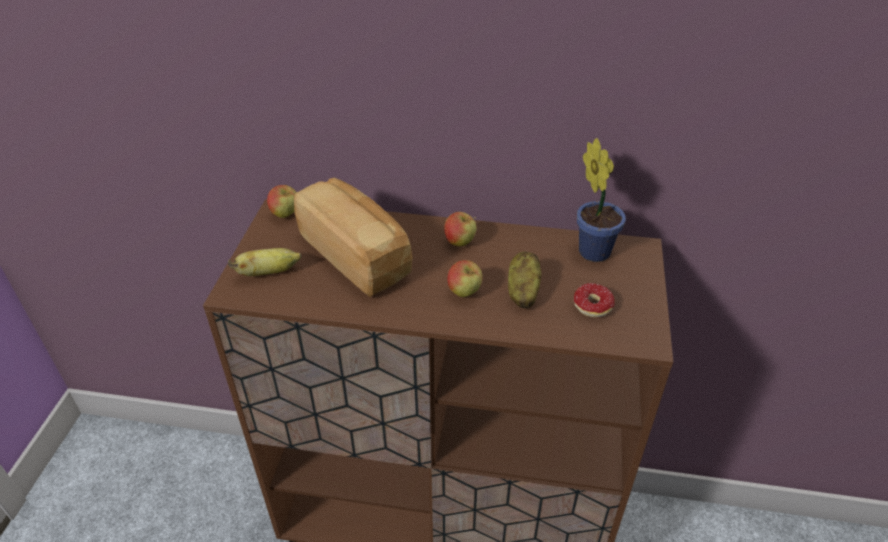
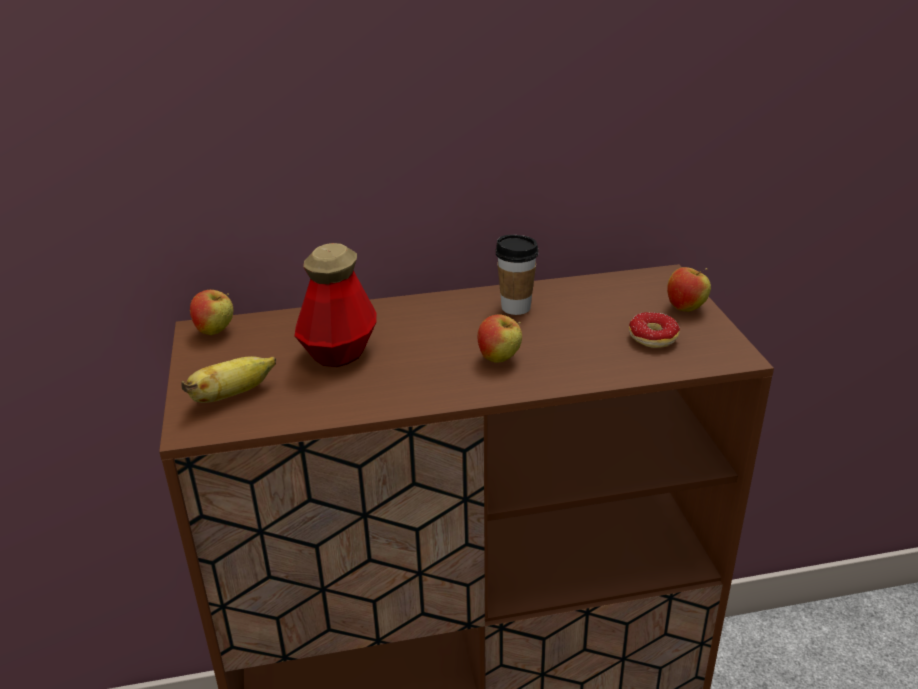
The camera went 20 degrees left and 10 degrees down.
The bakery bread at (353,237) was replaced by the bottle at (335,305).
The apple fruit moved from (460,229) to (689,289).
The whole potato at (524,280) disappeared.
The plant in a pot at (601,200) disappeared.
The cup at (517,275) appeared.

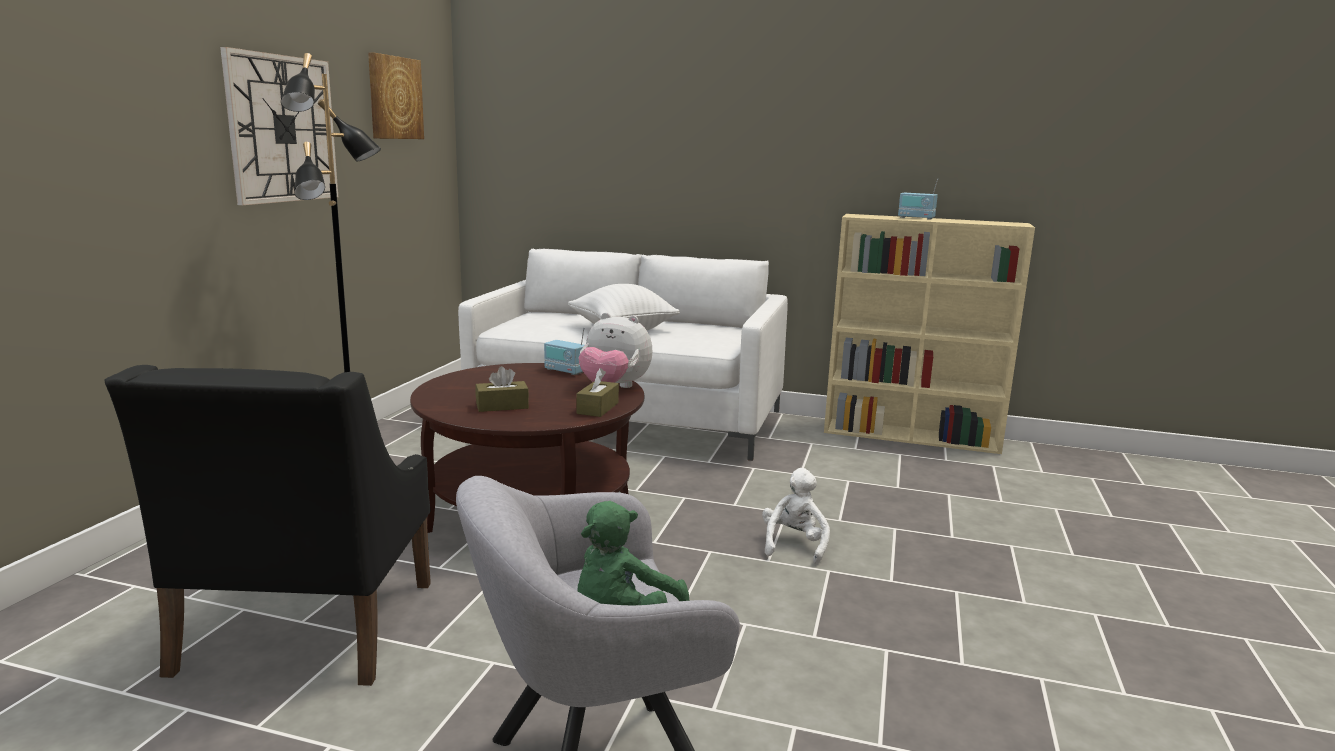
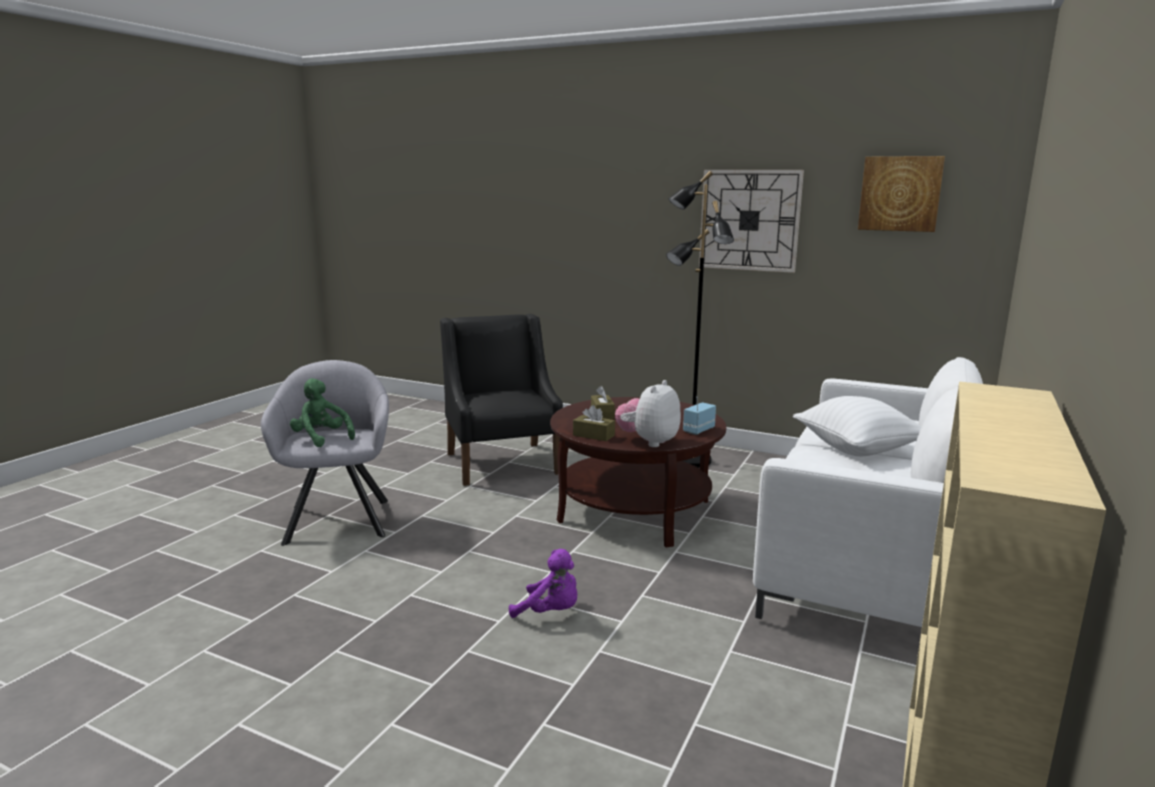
The camera went 100 degrees right and 0 degrees up.
The black lounge chair at (268,525) turned 60 degrees clockwise.
The white cuddly toy at (796,516) became the purple cuddly toy at (543,583).
The radio set at (918,199) disappeared.

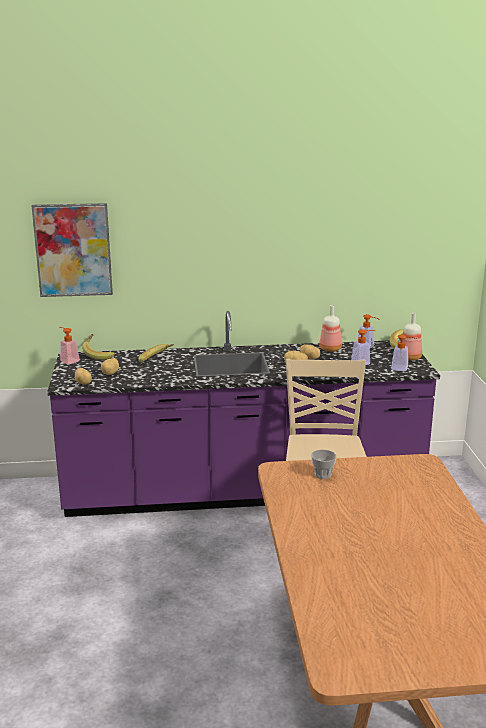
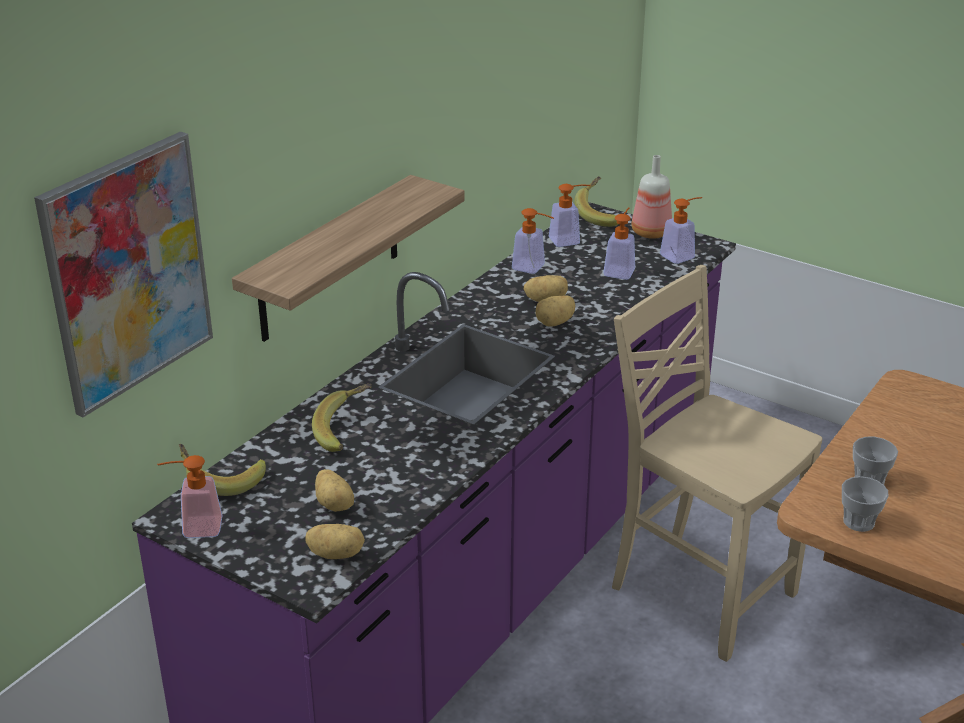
The camera went 50 degrees left and 10 degrees up.
The bottle at (330,328) was replaced by the soap bottle at (533,241).
The wall shelf at (348,258) appeared.
The cup at (865,504) appeared.

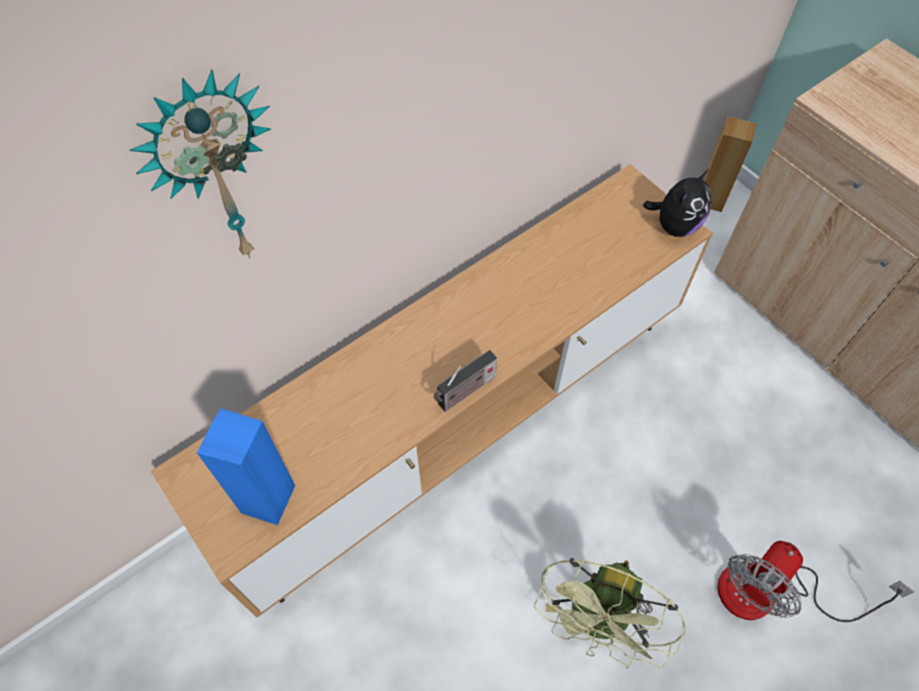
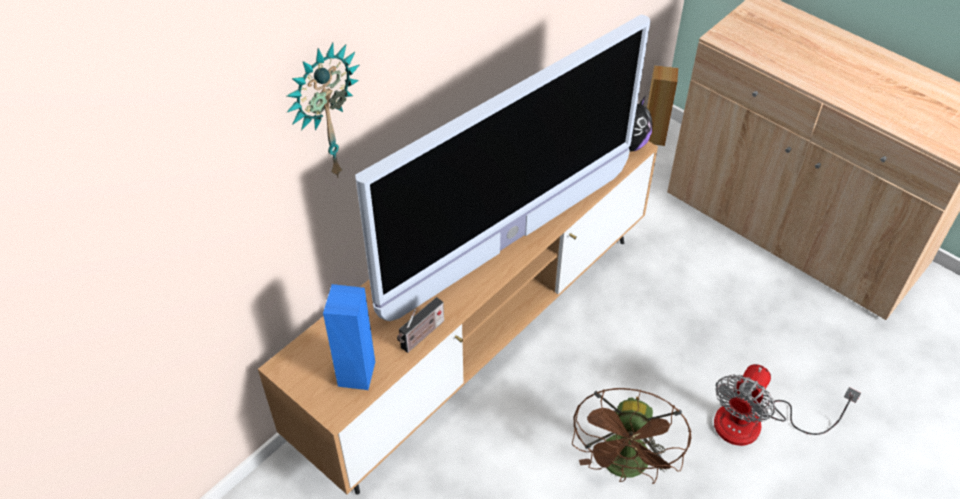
The camera went 10 degrees left and 10 degrees down.
The radio set moved from (465,381) to (420,325).
The green-coloured electric fan at (610,613) became the brown-coloured electric fan at (631,436).
The TV at (502,168) appeared.

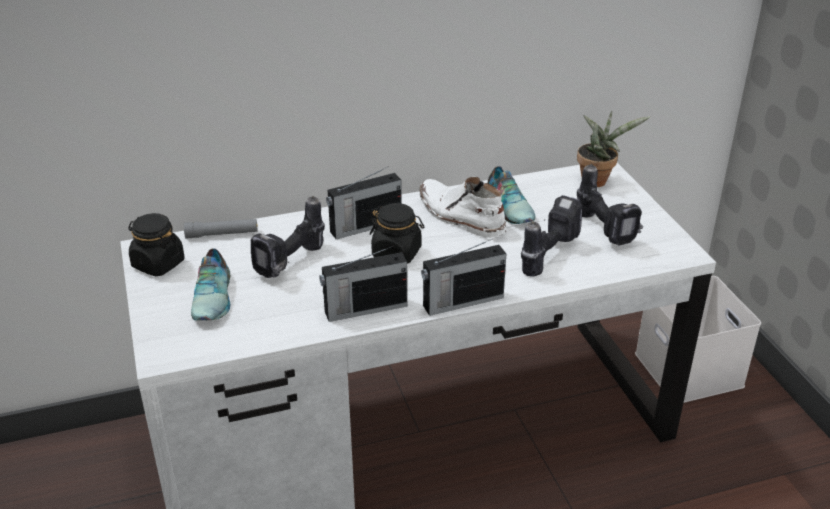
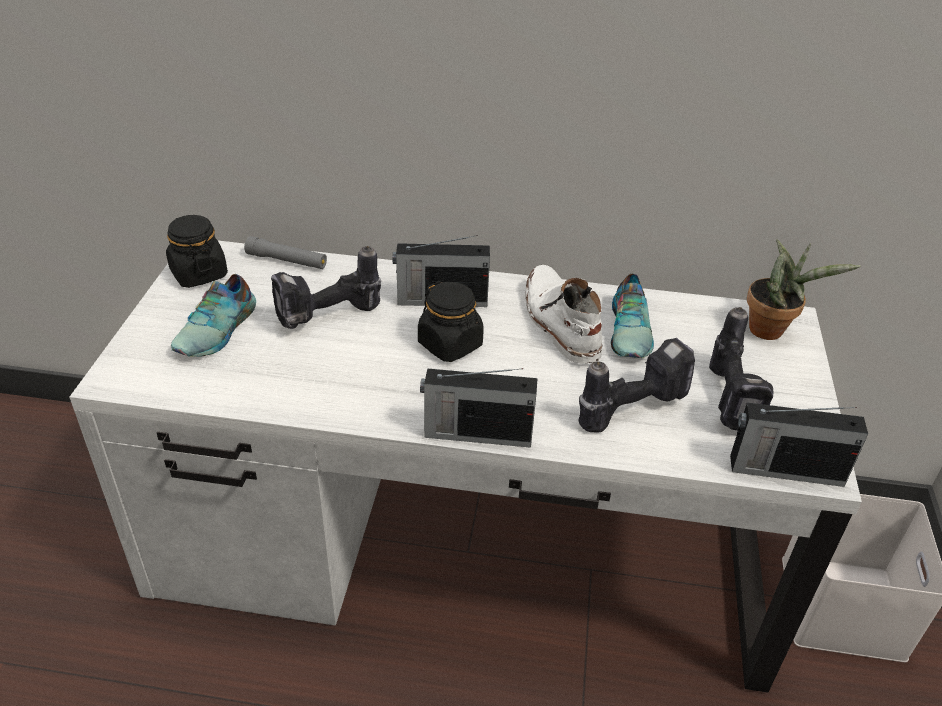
The camera went 25 degrees right and 5 degrees up.
The radio set moved from (363,284) to (799,445).

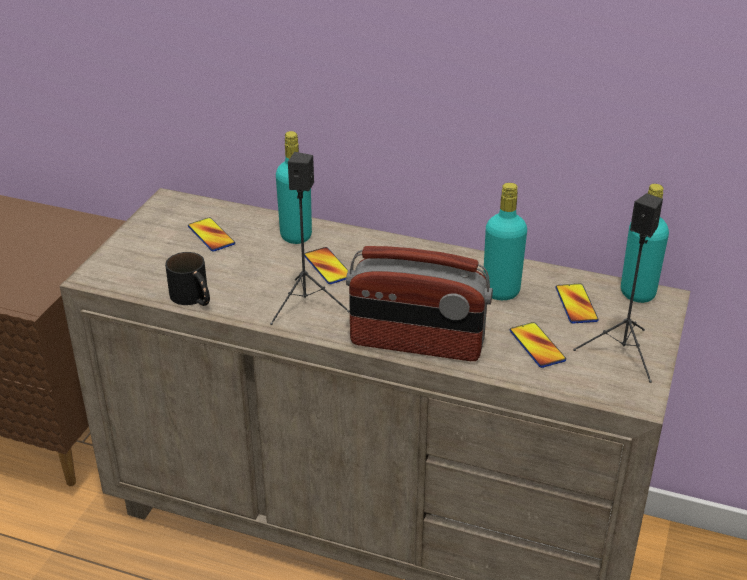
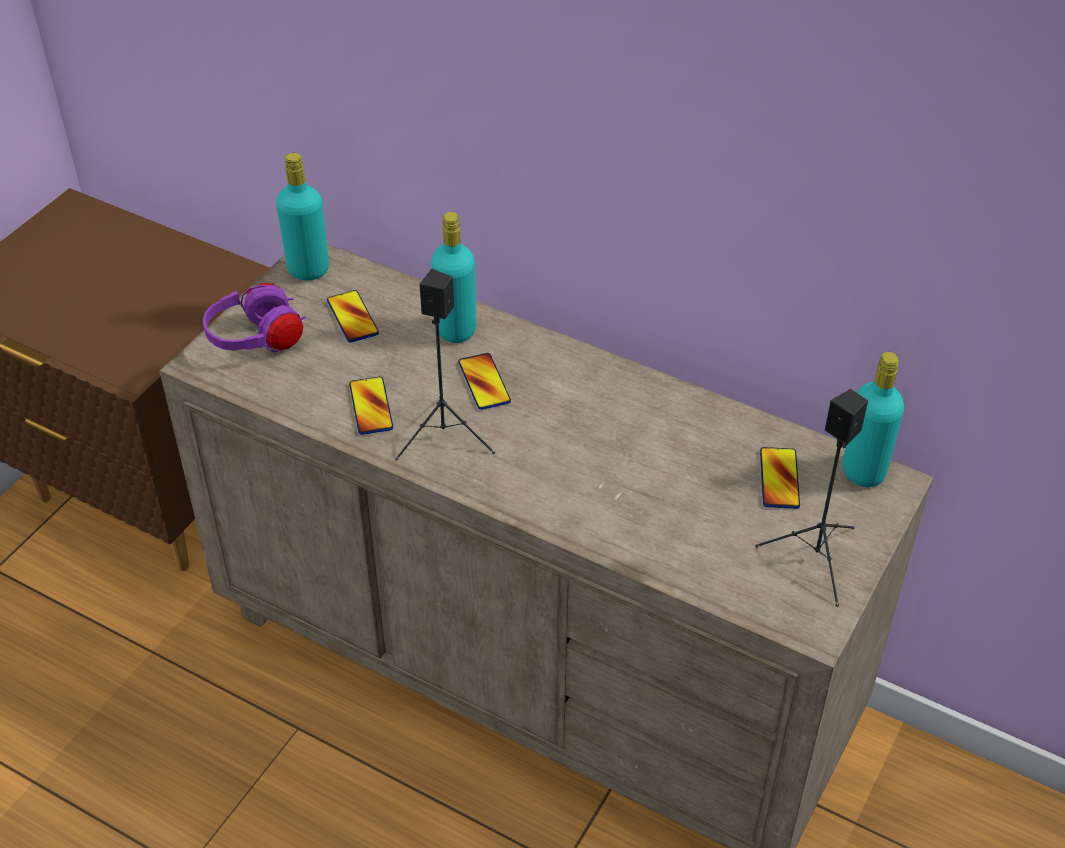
The camera went 10 degrees right and 10 degrees up.
The black coffee mug at (187,279) disappeared.
The radio set at (419,303) disappeared.
The turquoise bottle moved from (505,241) to (302,216).
The telephone moved from (538,345) to (371,406).
The purple headset at (254,317) appeared.

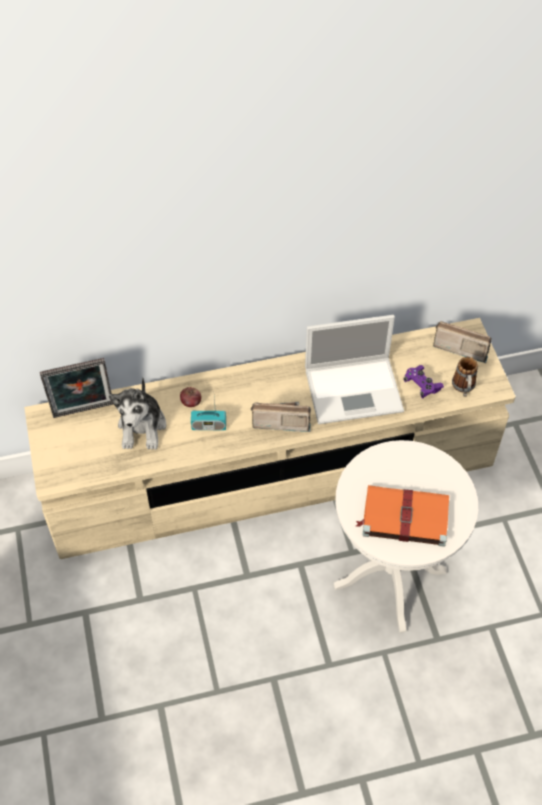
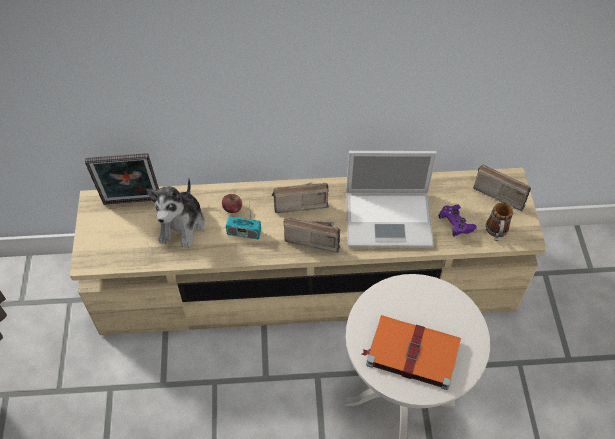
The camera went 10 degrees right and 0 degrees up.
The radio set at (300,197) appeared.

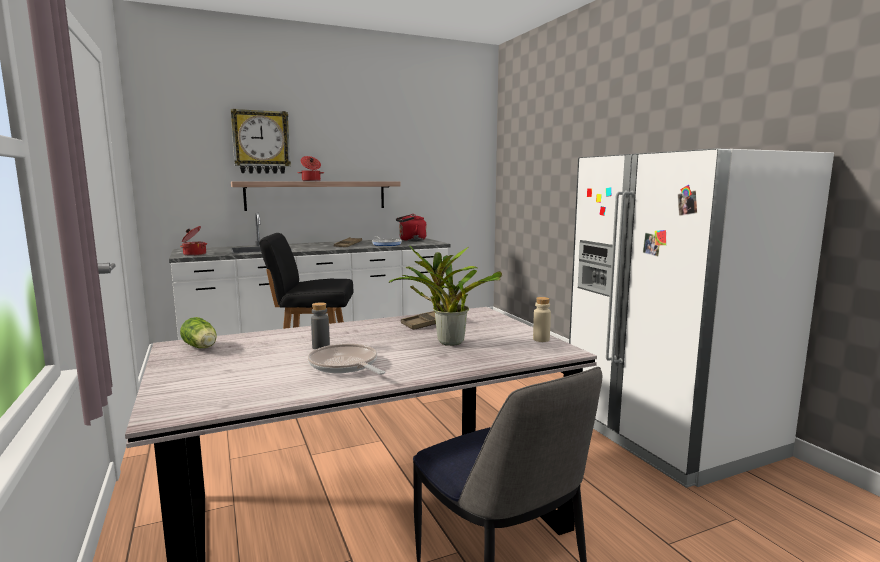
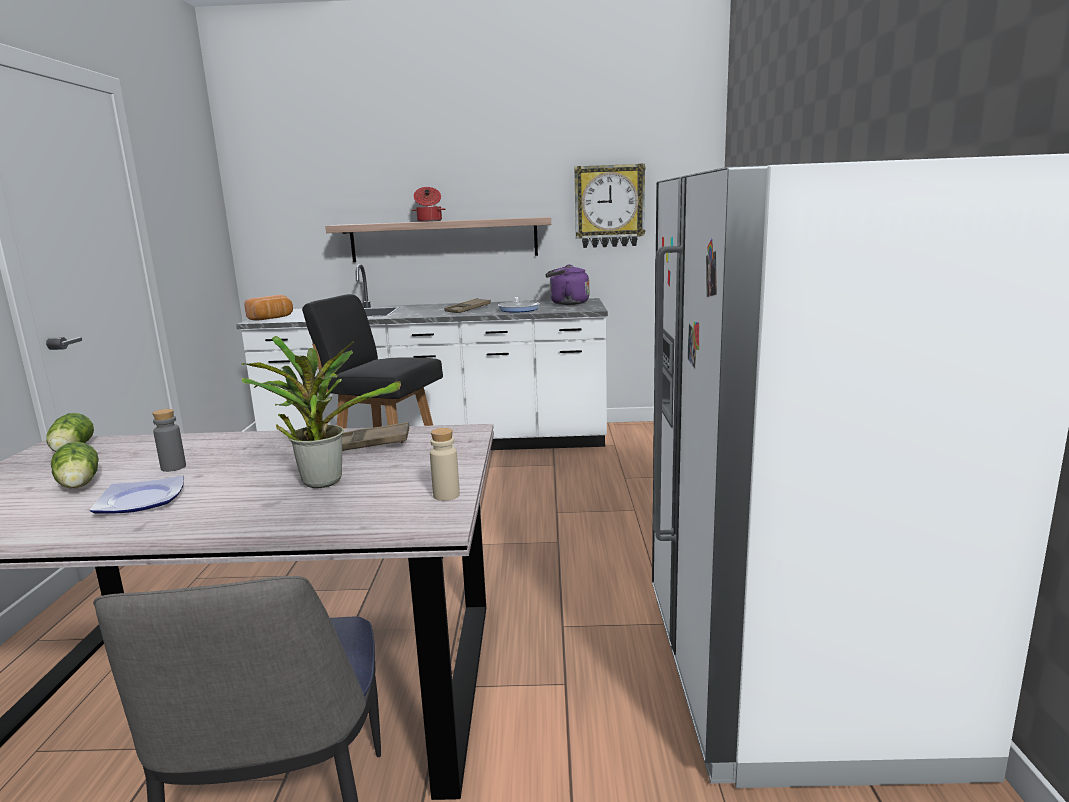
The camera went 25 degrees right and 5 degrees up.
The saucepot at (193,241) was replaced by the bakery bread at (268,308).
The wall clock moved from (261,141) to (610,206).
The pan at (346,359) was replaced by the flat dish at (137,494).
The reddish water kettle at (411,227) became the purple water kettle at (567,284).
The head of lettuce at (75,465) appeared.

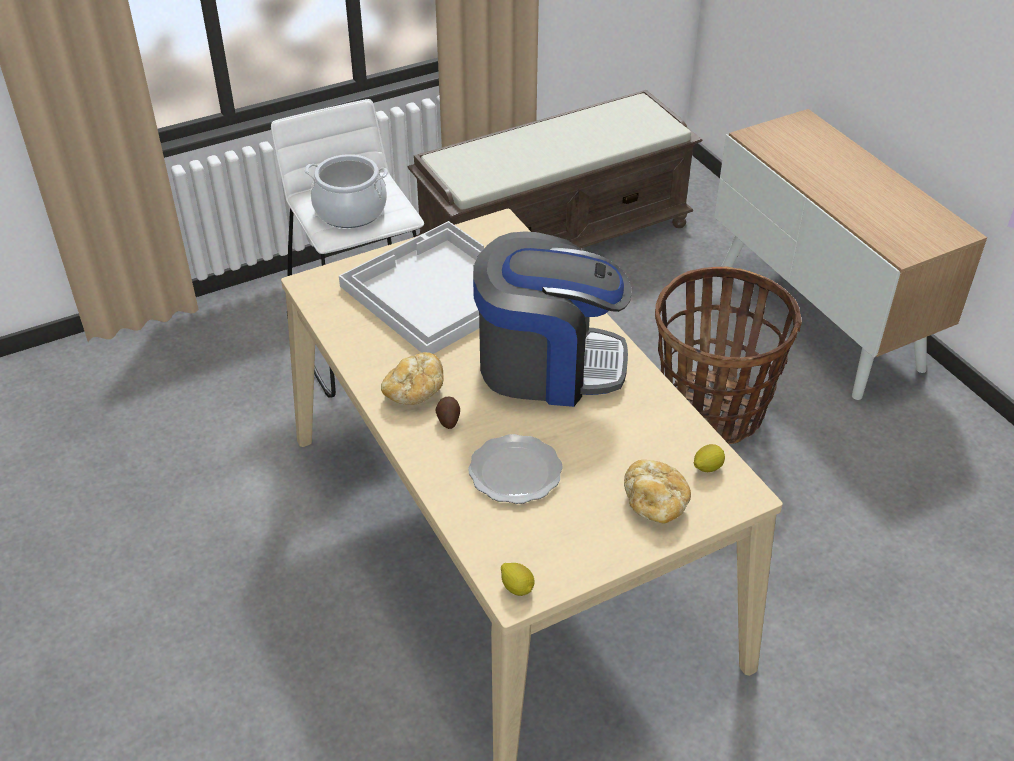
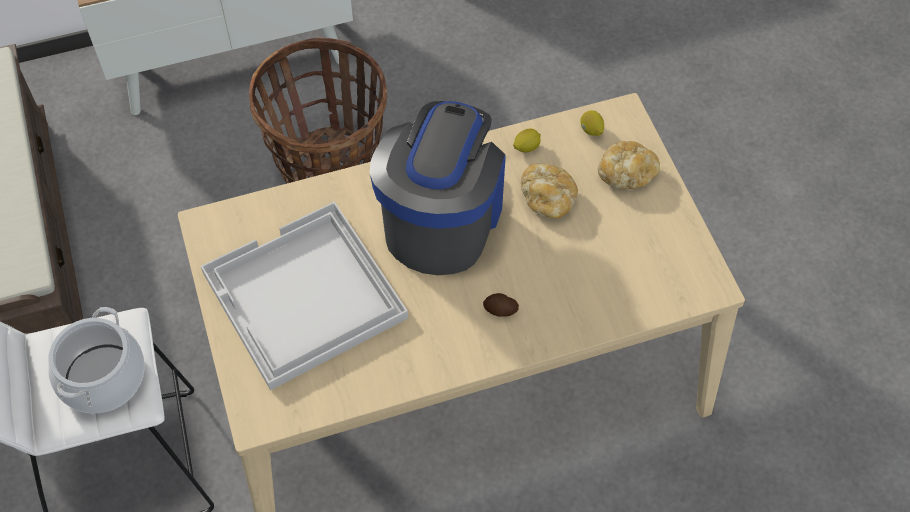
The camera went 80 degrees left and 15 degrees up.
The bakery bread moved from (412,378) to (549,191).
The flat dish at (515,469) disappeared.
The lemon moved from (518,579) to (527,140).

